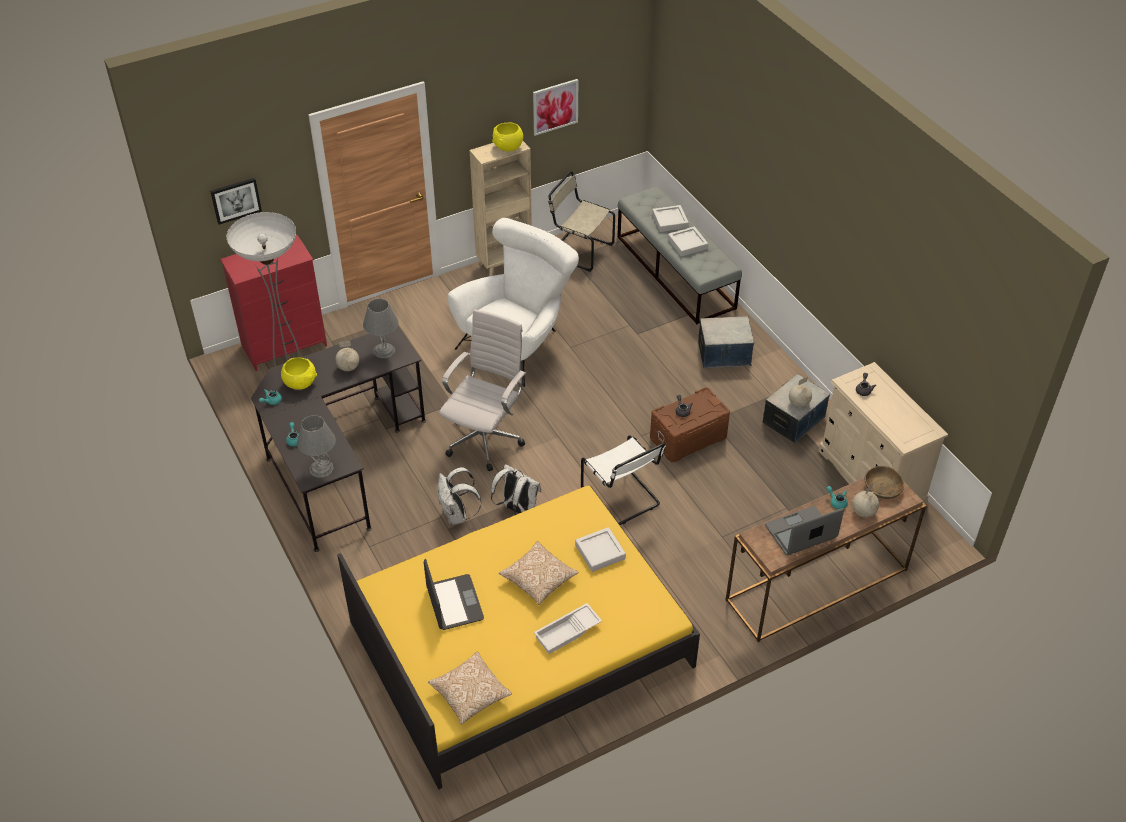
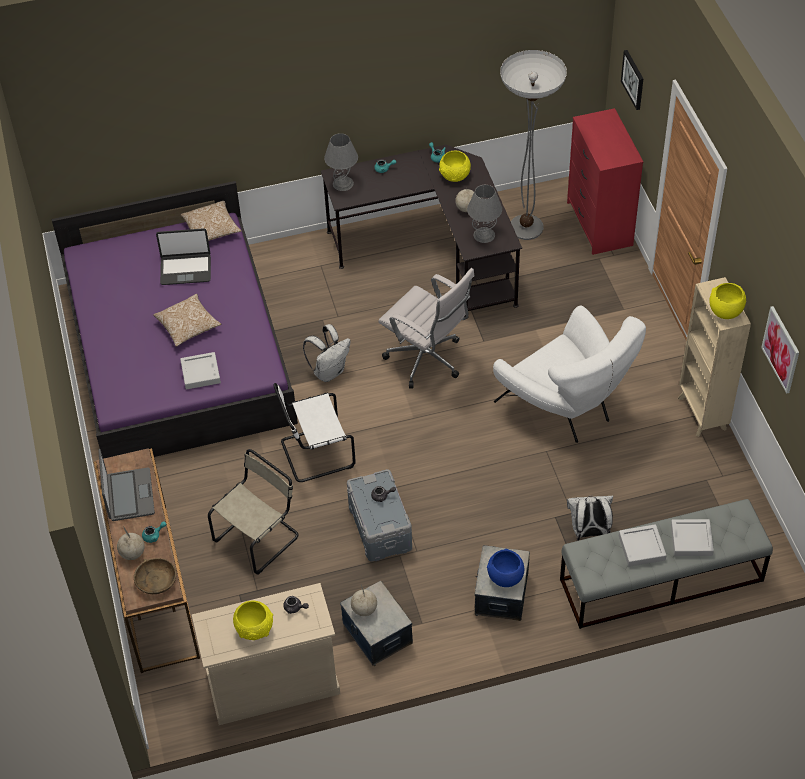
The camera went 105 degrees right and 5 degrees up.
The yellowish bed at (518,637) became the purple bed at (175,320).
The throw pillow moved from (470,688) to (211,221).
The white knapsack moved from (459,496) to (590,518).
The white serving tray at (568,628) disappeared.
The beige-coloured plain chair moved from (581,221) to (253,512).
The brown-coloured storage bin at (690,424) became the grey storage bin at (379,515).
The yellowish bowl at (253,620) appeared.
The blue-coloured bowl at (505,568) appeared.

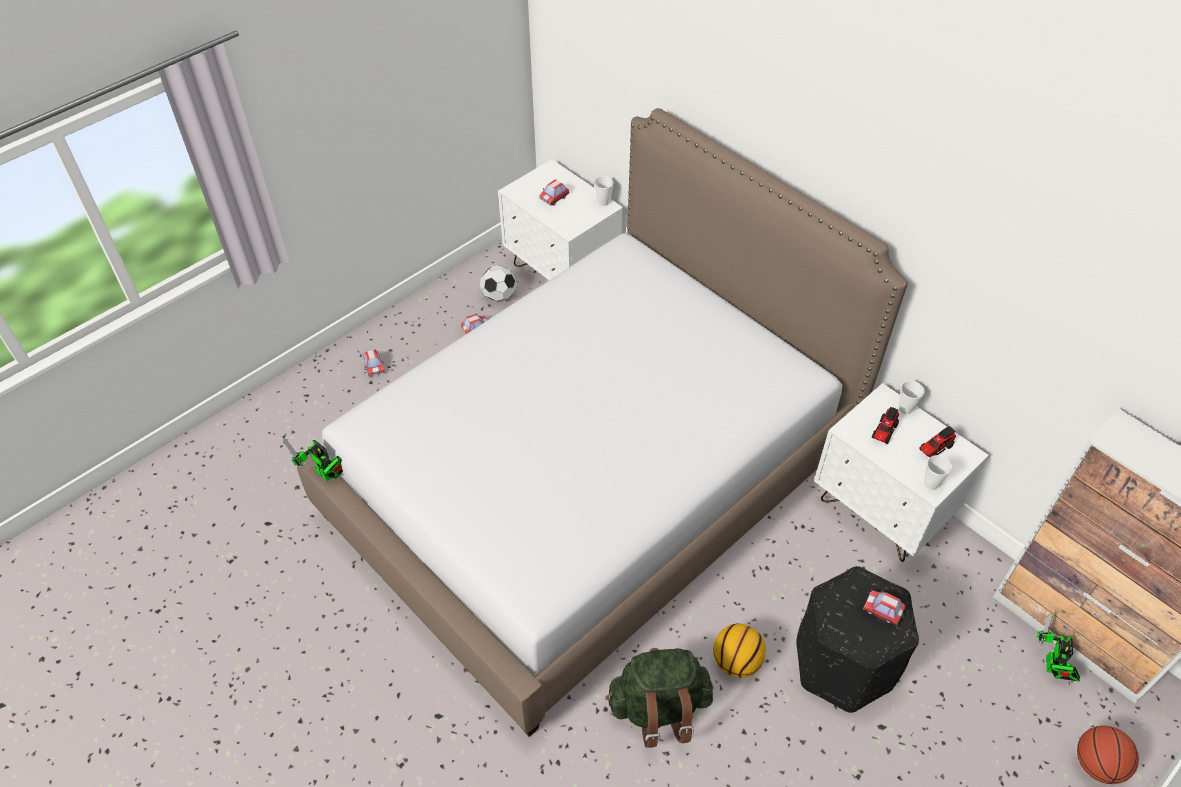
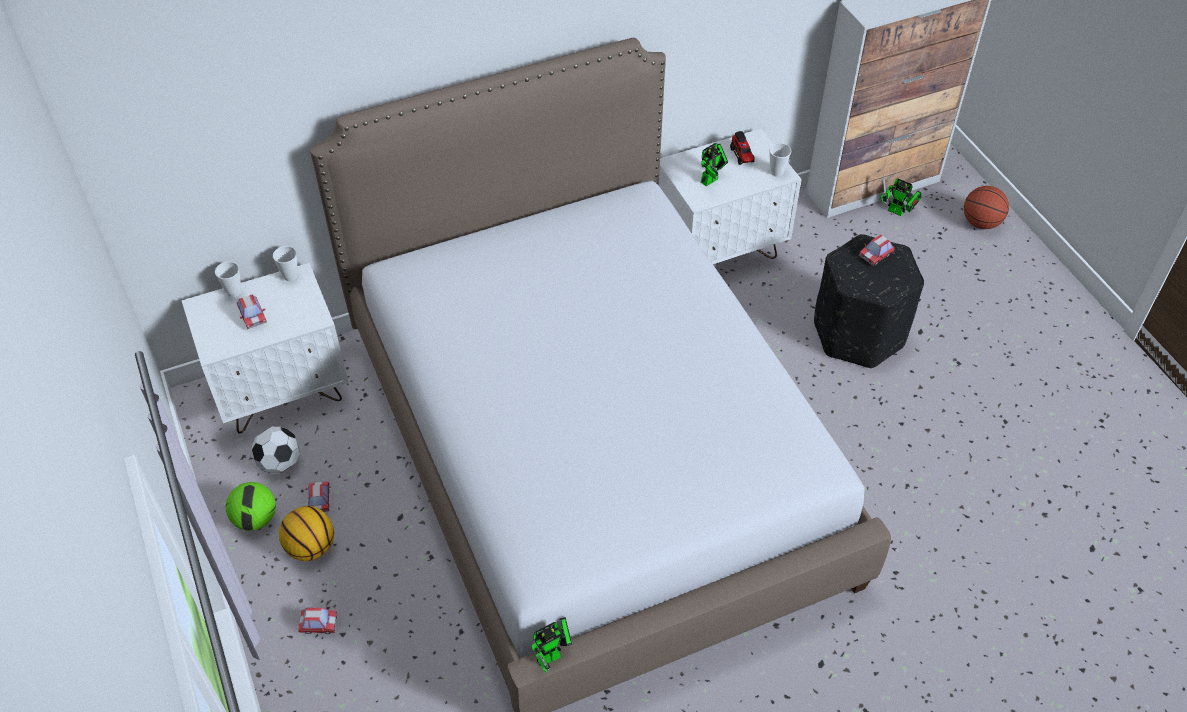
The camera went 70 degrees left and 0 degrees up.
The green-coloured knapsack at (659,698) disappeared.
The ball for basketball moved from (739,651) to (306,533).
The model truck at (885,425) was replaced by the toy robot at (714,164).
The cup moved from (912,397) to (228,279).
The football ball at (251,506) appeared.

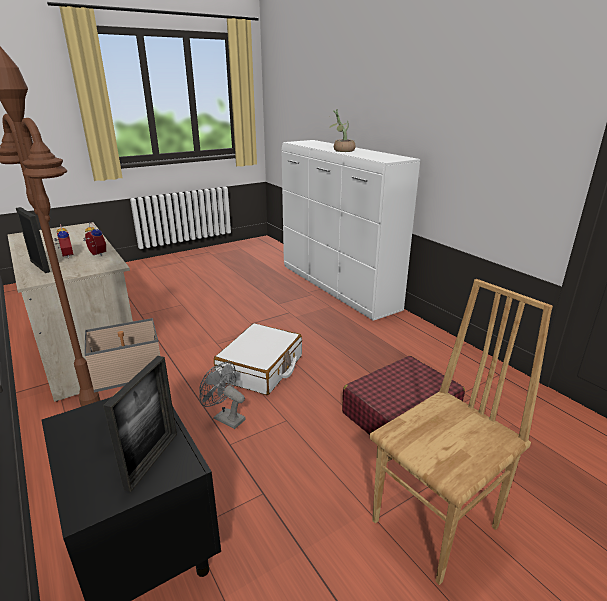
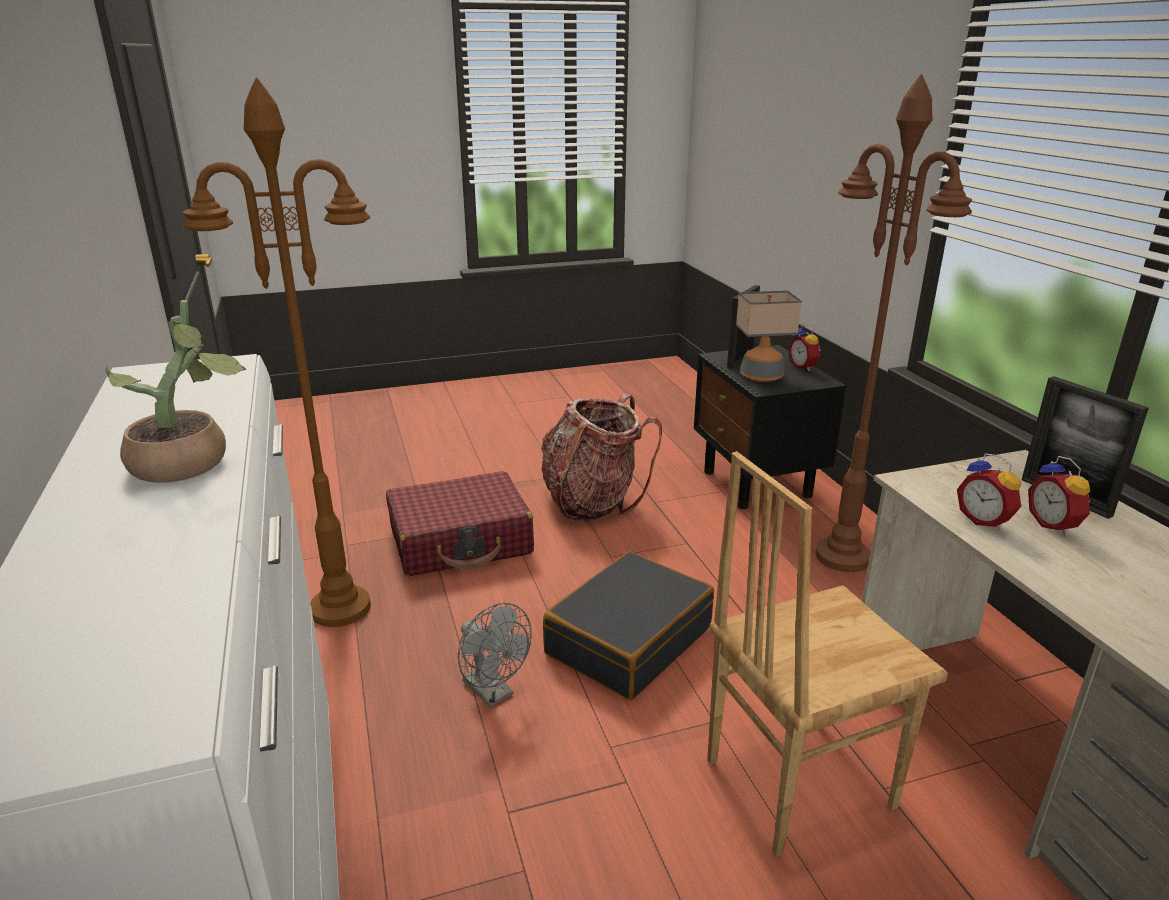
The camera went 165 degrees left and 0 degrees up.
The grey electric fan moved from (222,395) to (495,655).
The white travel case at (258,359) became the black travel case at (628,625).
The brown-coloured plain chair moved from (461,432) to (827,654).
The brown-coloured floor lamp at (277,352) appeared.
The knapsack at (601,457) appeared.
The alarm clock at (804,348) appeared.

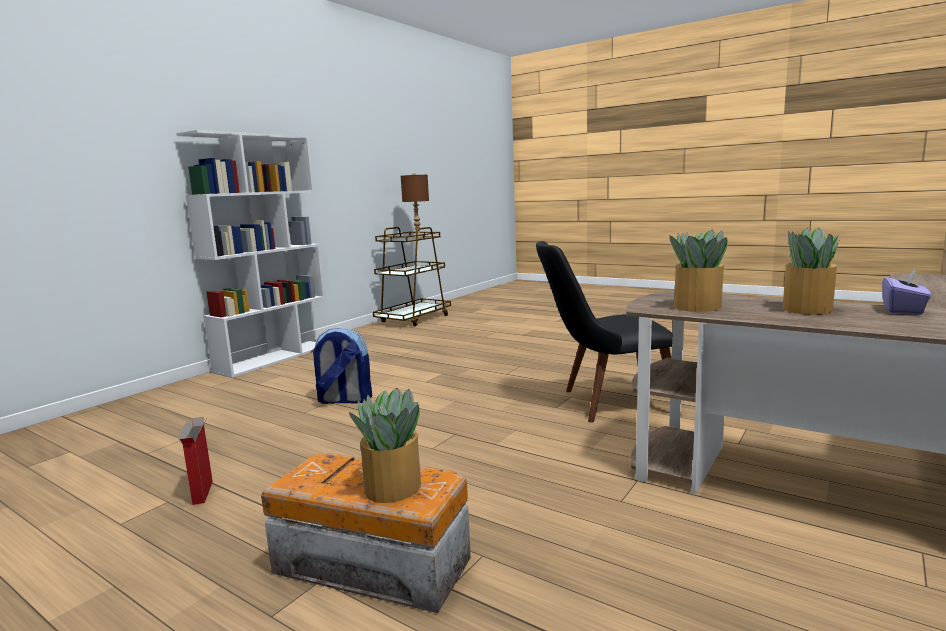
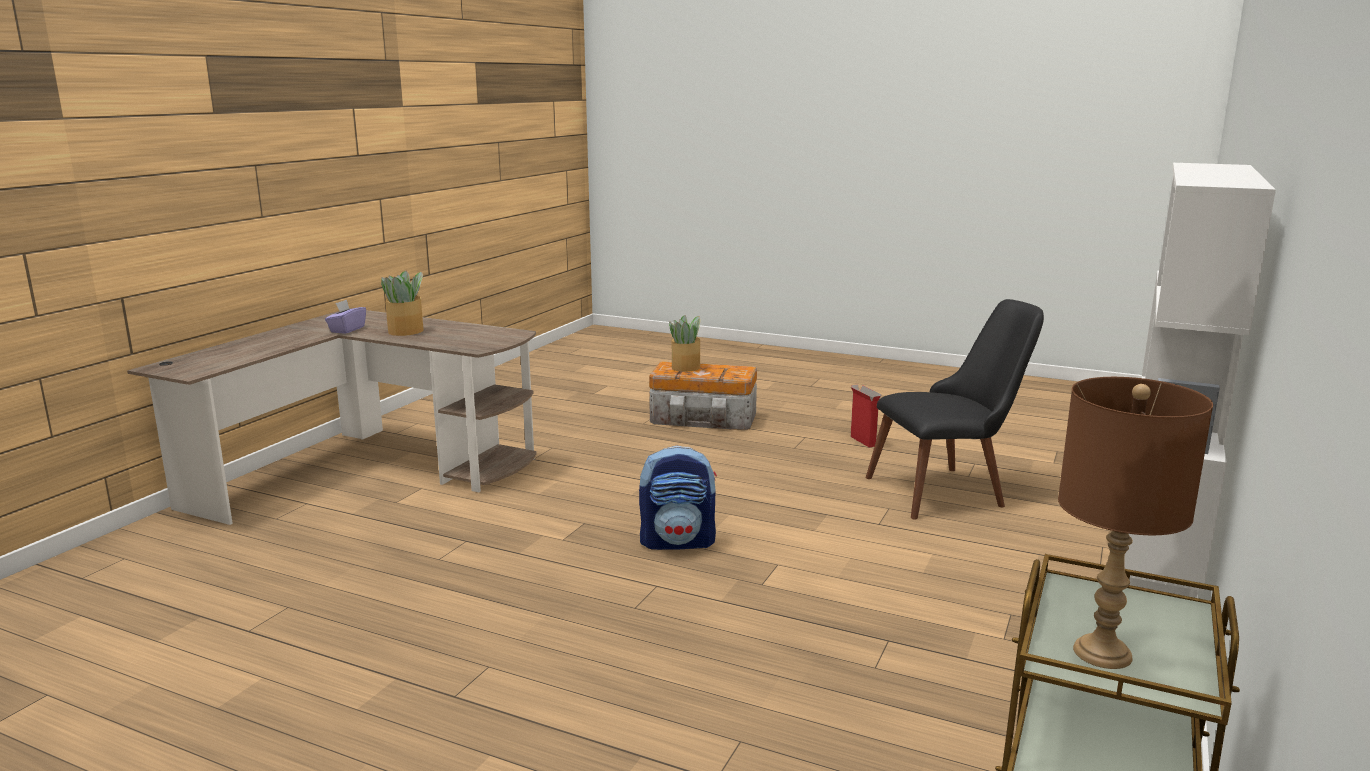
The camera went 170 degrees right and 5 degrees up.
The knapsack moved from (341,366) to (678,498).
The black plain chair moved from (608,332) to (955,409).
The plant in a pot at (698,271) disappeared.

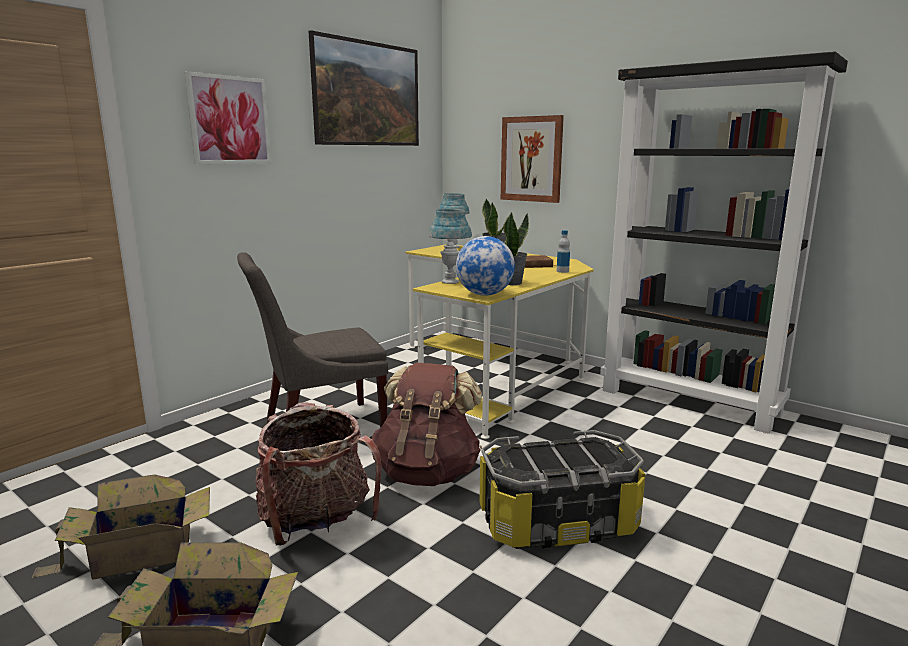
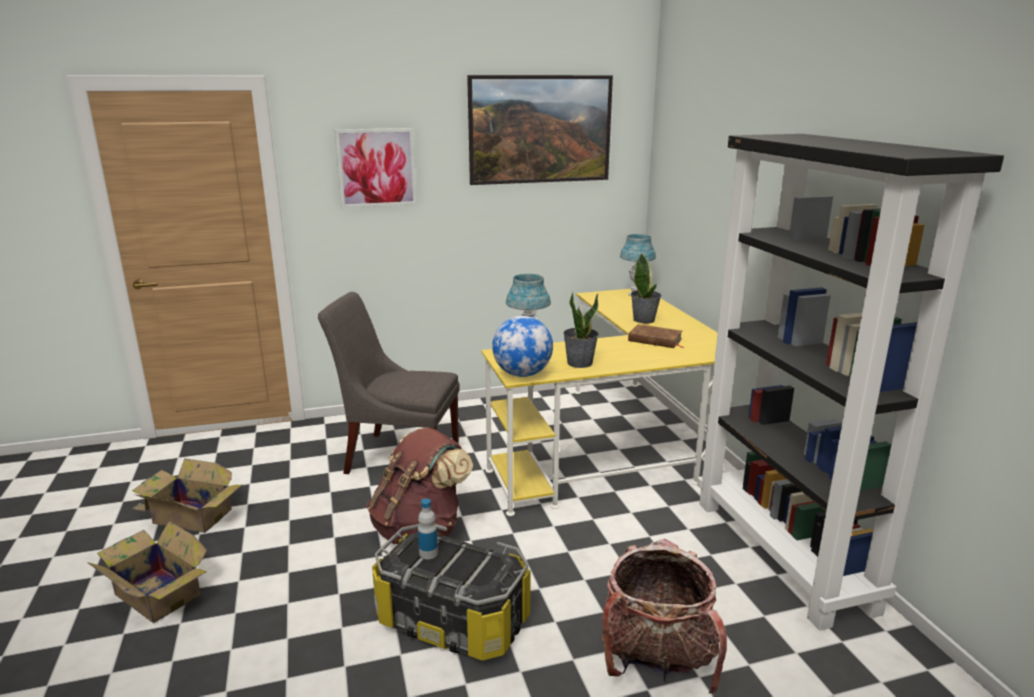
The camera went 35 degrees right and 5 degrees up.
The knapsack moved from (318,474) to (664,616).
The picture at (532,159) disappeared.
The bottle moved from (563,251) to (428,528).

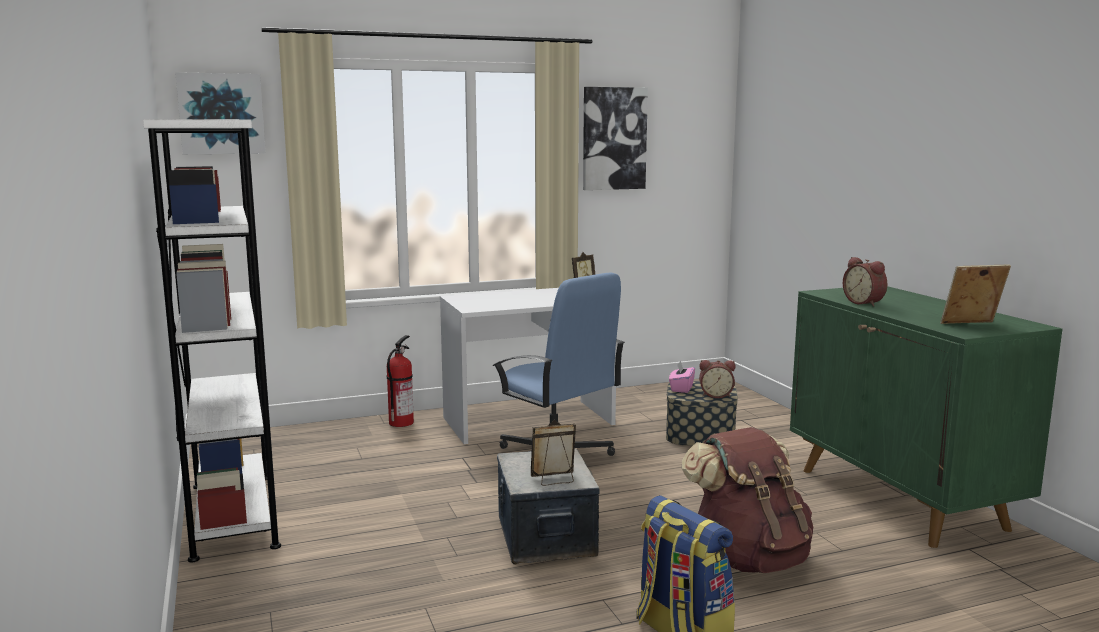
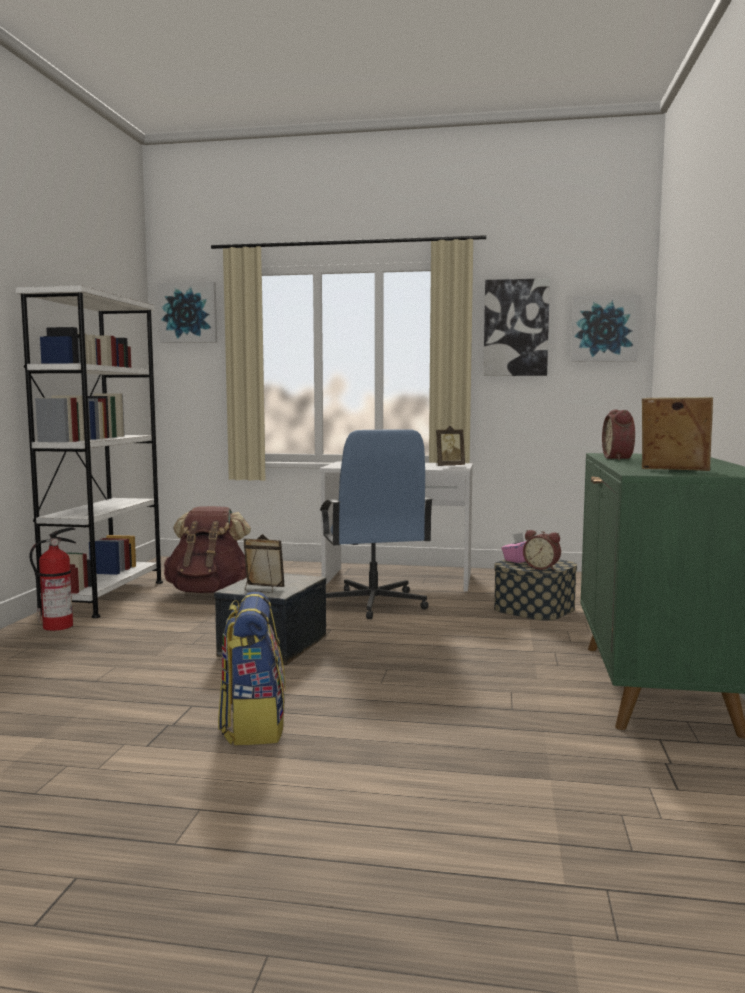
The camera went 30 degrees right and 5 degrees down.
The fire-fighting cylinder moved from (400,381) to (52,579).
The brown-coloured knapsack moved from (747,500) to (207,549).
The picture at (605,328) appeared.

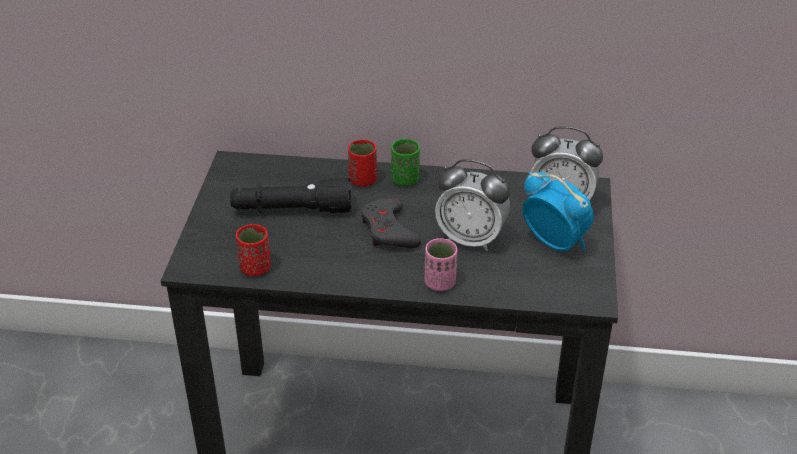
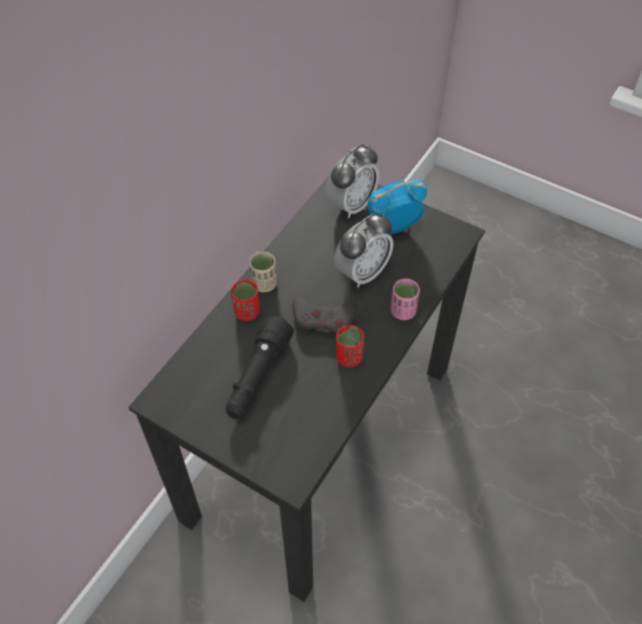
The camera went 65 degrees left and 15 degrees up.
The reddish cup moved from (253,250) to (350,346).
The green-coloured cup at (405,162) became the beige-coloured cup at (263,271).

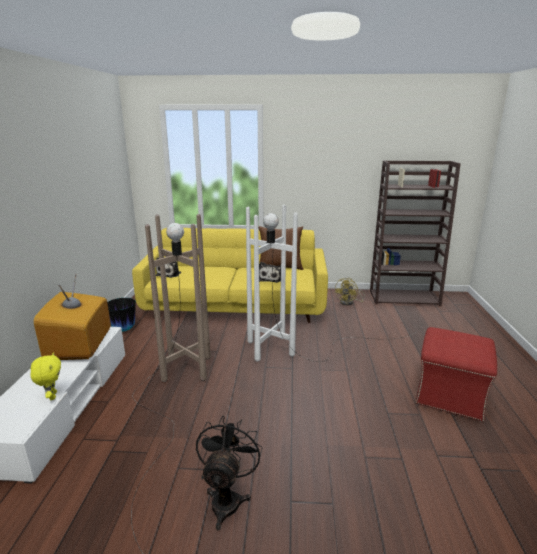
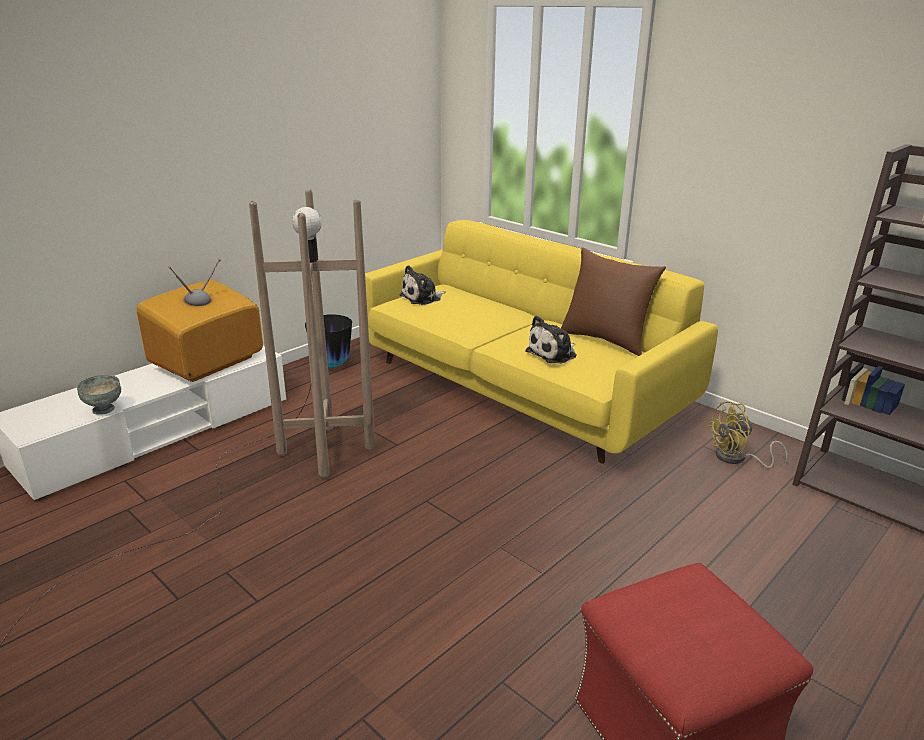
The camera went 40 degrees right and 5 degrees up.
The yellowish cuddly toy at (46,376) was replaced by the grey bowl at (99,395).
The black electric fan at (229,473) disappeared.
The white floor lamp at (333,283) disappeared.

